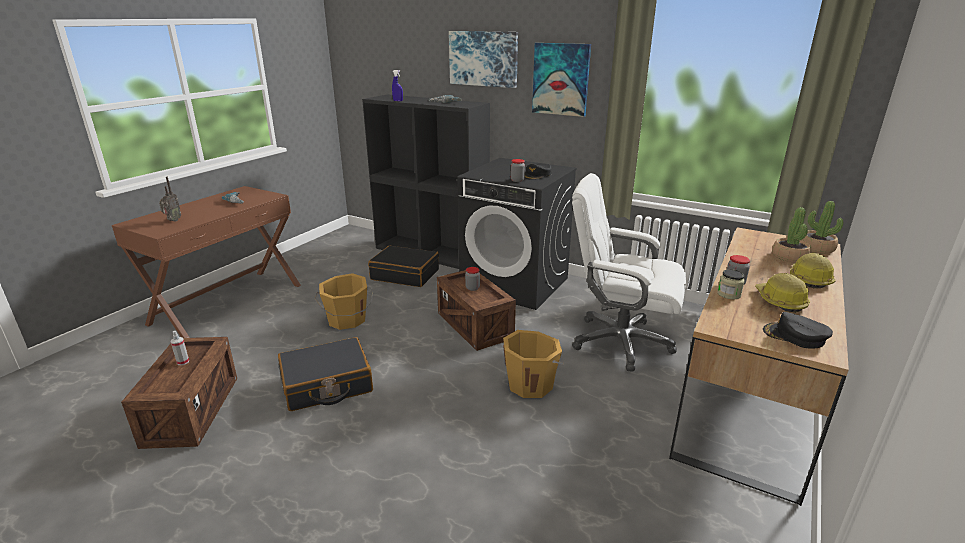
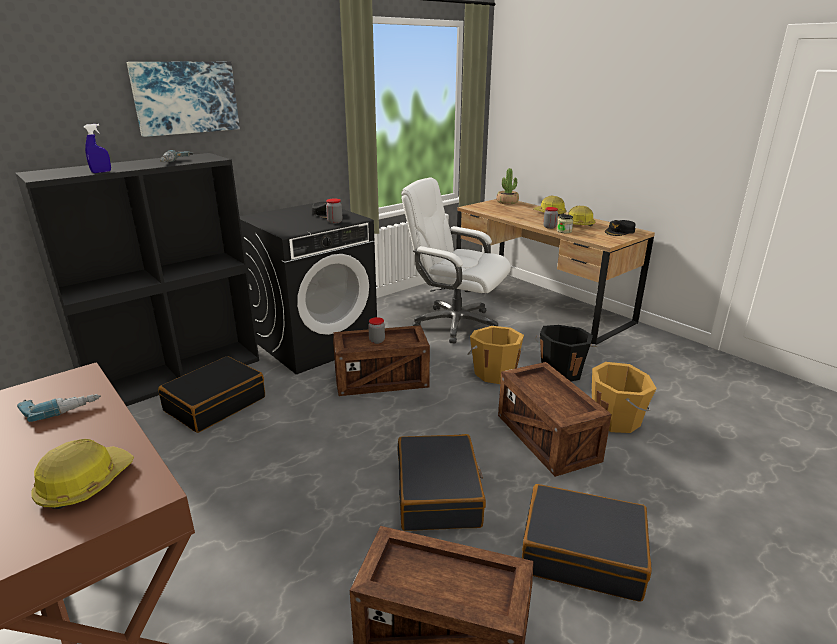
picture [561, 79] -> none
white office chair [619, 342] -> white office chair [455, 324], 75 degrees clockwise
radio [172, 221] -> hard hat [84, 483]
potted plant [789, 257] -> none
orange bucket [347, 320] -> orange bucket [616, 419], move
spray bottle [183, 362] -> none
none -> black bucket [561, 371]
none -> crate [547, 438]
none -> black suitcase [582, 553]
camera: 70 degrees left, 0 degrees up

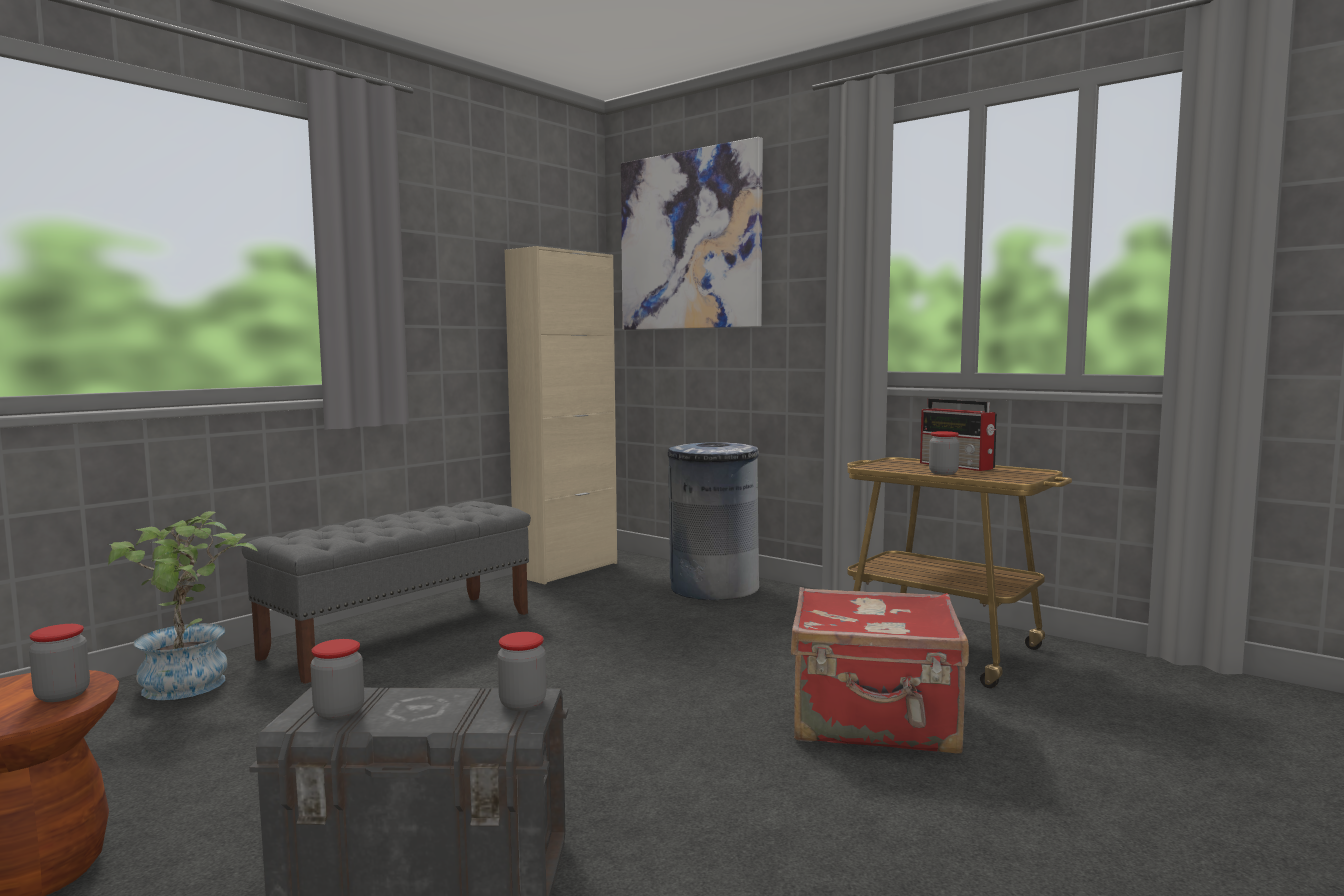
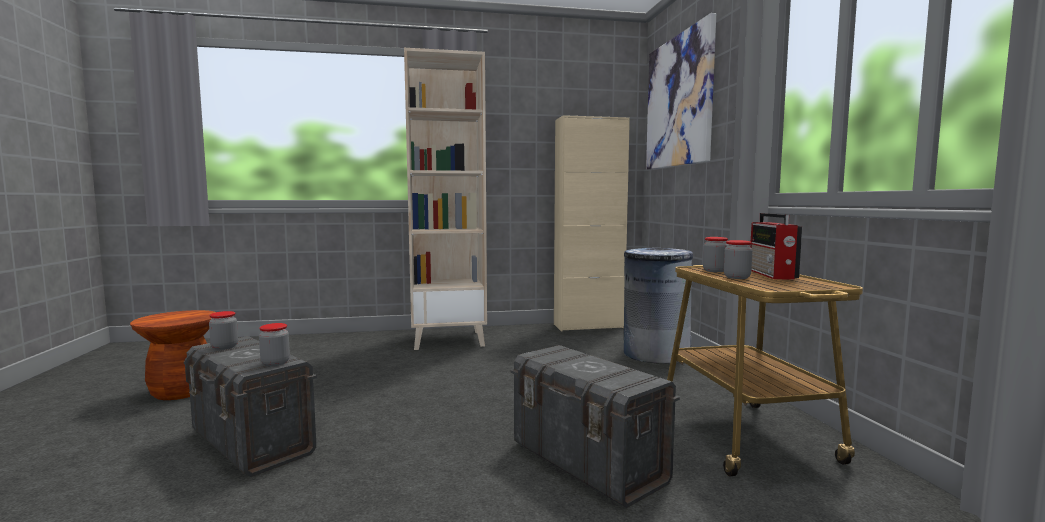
grey bench [402, 634] -> beige bookcase [449, 340]
potted plant [189, 688] -> none
red suitcase [874, 721] -> grey storage box [587, 462]
jar [62, 695] -> jar [714, 271], move
camera: 40 degrees right, 0 degrees up

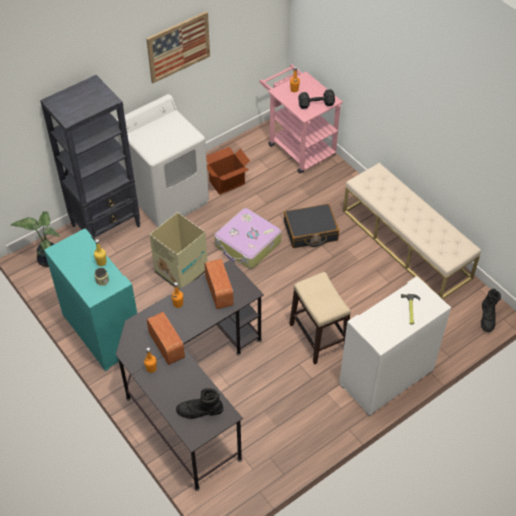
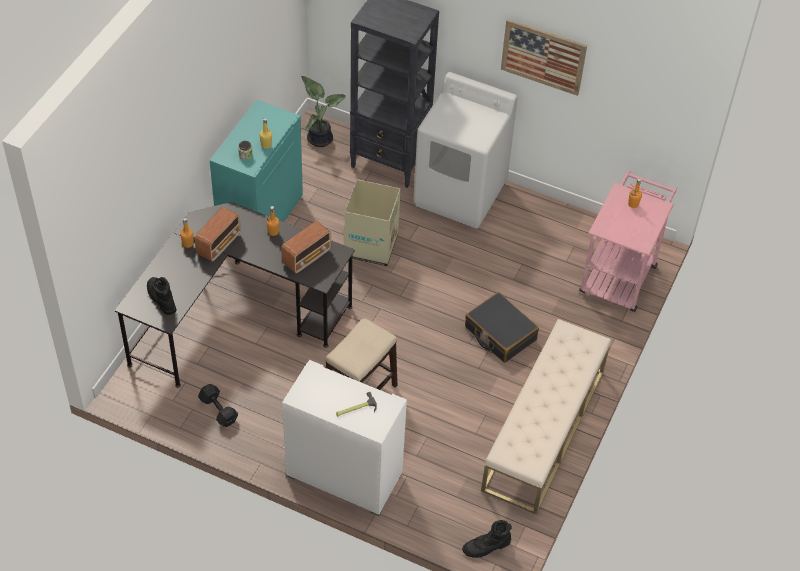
black dumbbell [315, 104] -> black dumbbell [218, 409], move
cardboard box [226, 182] -> none
suitcase [247, 244] -> none
camera: 60 degrees right, 0 degrees up

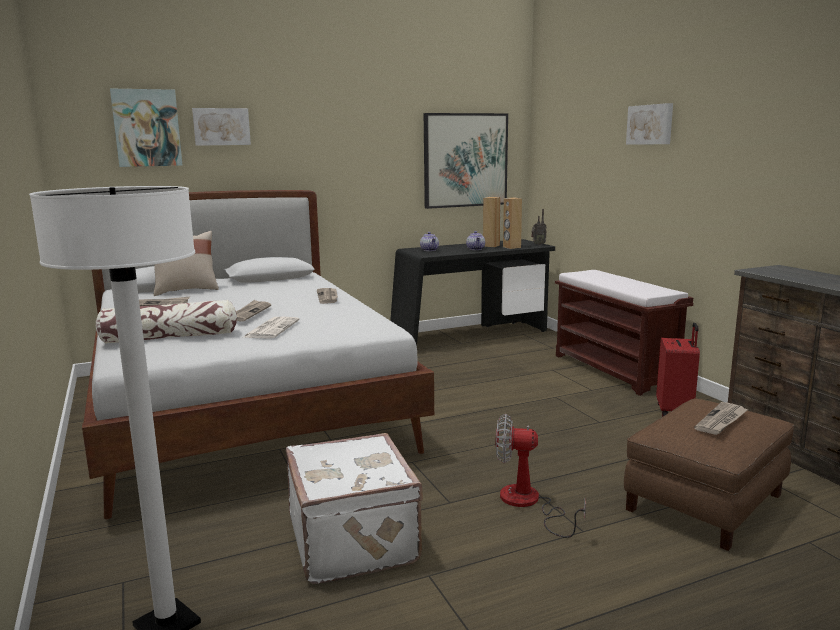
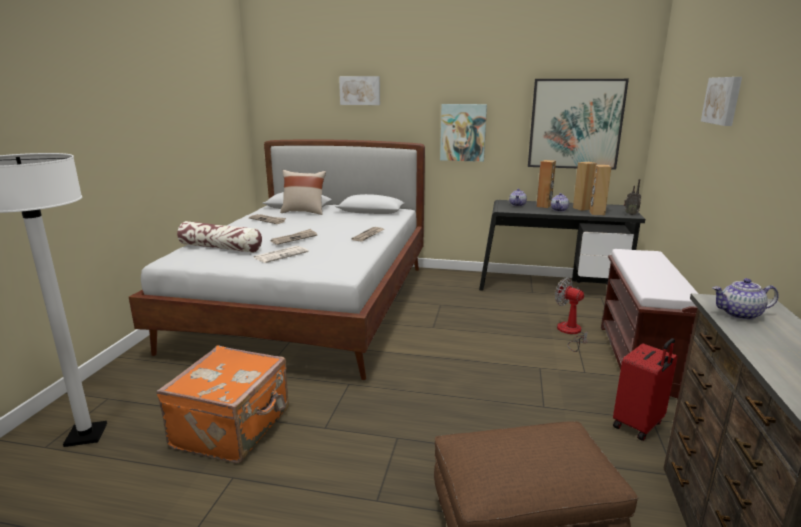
picture [147, 128] -> picture [463, 132], move
newspaper [721, 421] -> none
fan [528, 503] -> fan [570, 333], move
white suitcase [355, 540] -> orange suitcase [234, 428]
none -> brown speaker [544, 206]
none -> teapot [739, 314]
camera: 35 degrees right, 5 degrees up

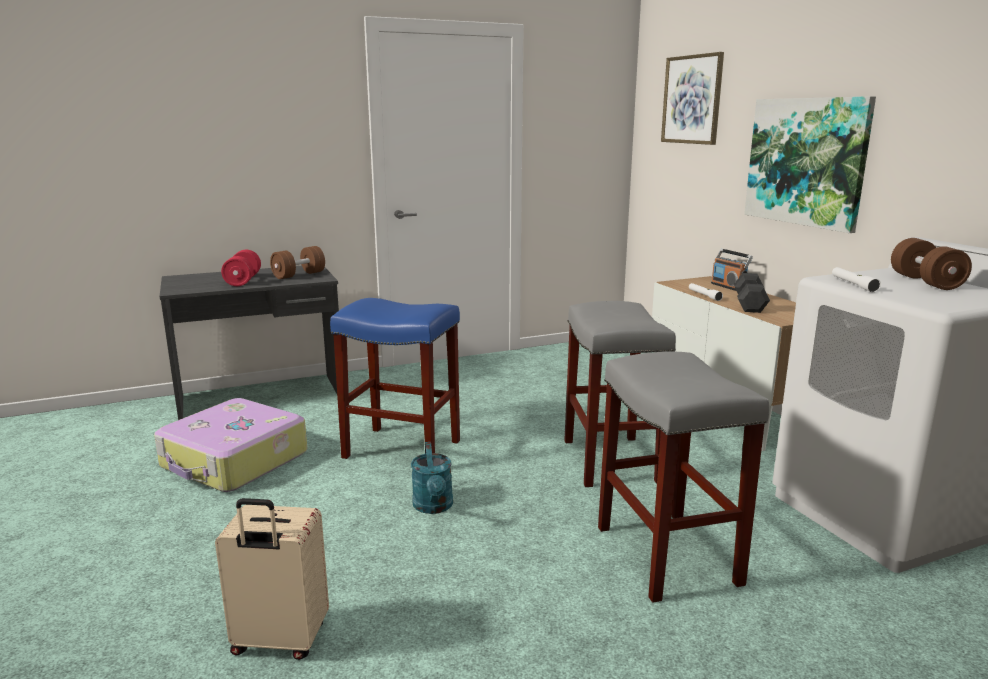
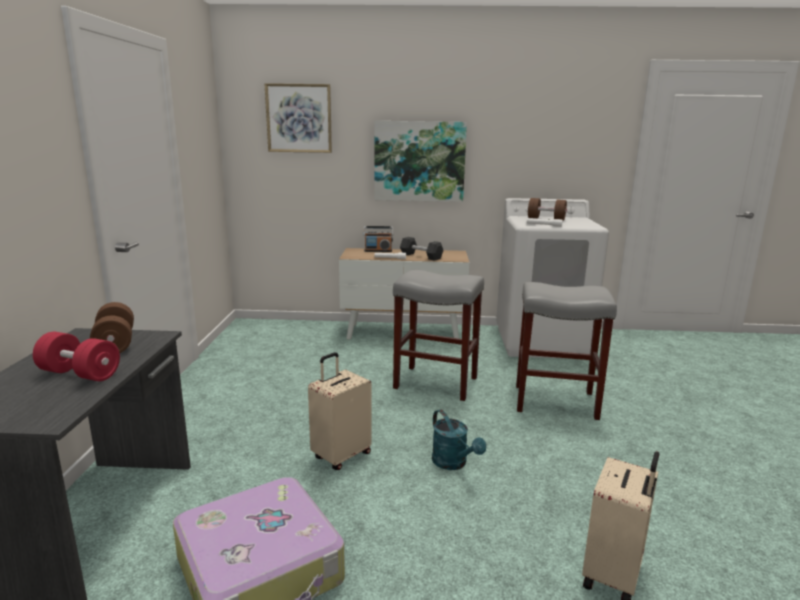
blue stool [404, 449] -> beige suitcase [341, 455]
turquoise watering can [434, 507] -> turquoise watering can [453, 463], 45 degrees clockwise
camera: 65 degrees left, 0 degrees up

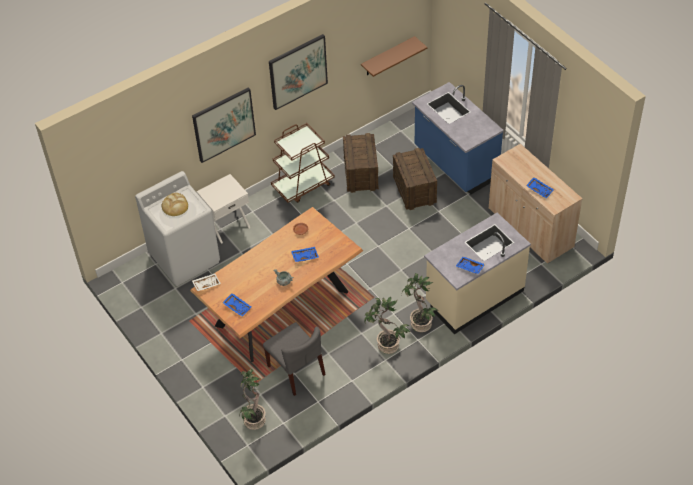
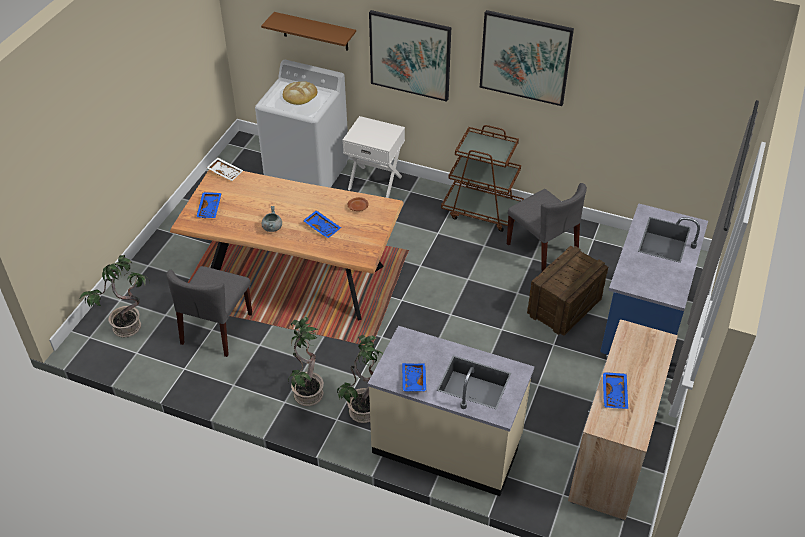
brown shelf [388, 57] -> brown shelf [315, 31], move
crate [361, 174] -> grey chair [542, 249]
camera: 55 degrees right, 5 degrees down

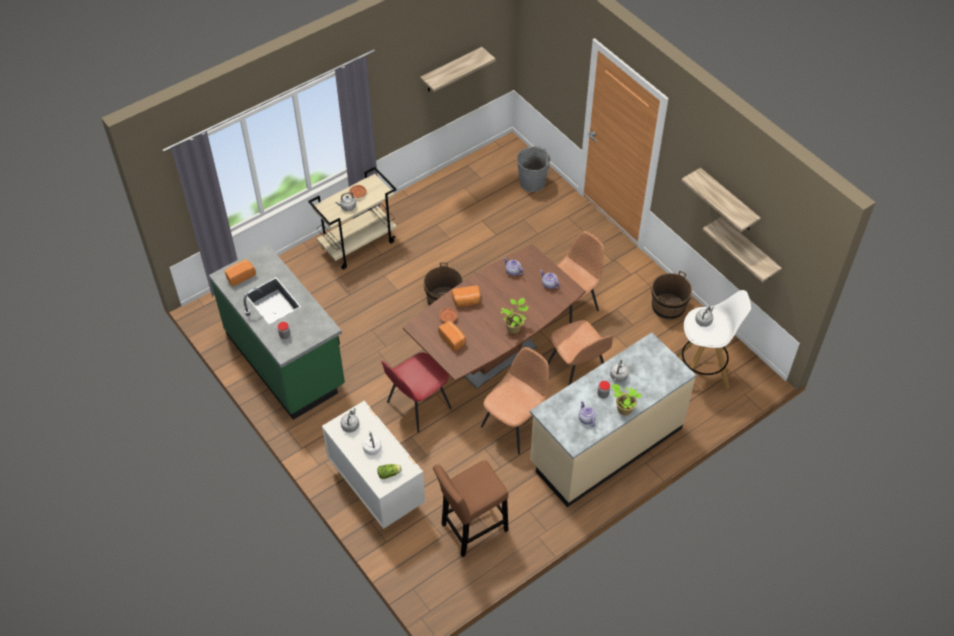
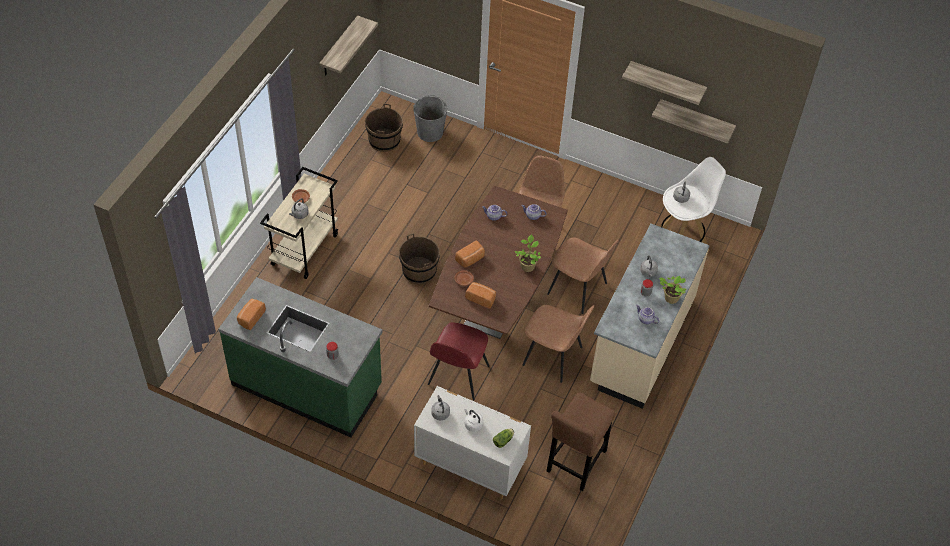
brown bucket [668, 307] -> brown bucket [384, 140], move
brown chair [515, 425] -> brown chair [554, 357], 105 degrees clockwise
camera: 30 degrees left, 0 degrees up

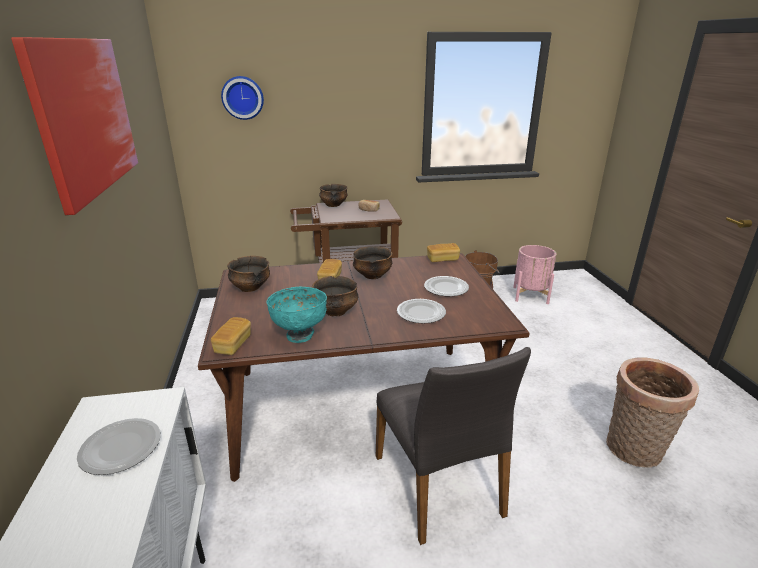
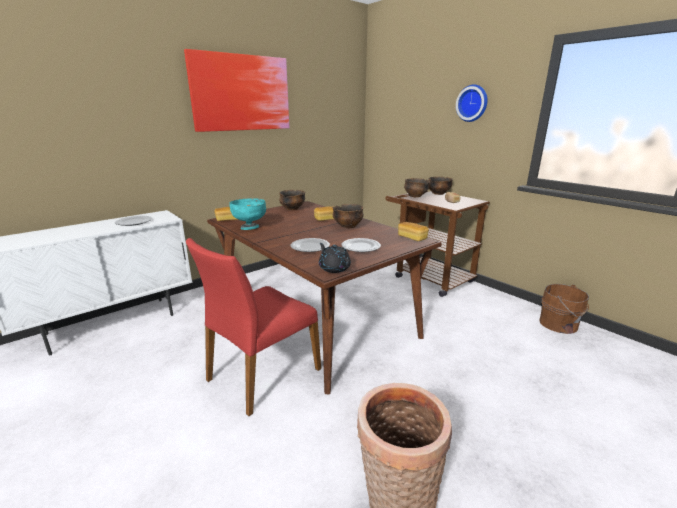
wall clock [242, 97] -> wall clock [473, 103], move
pink planter [530, 295] -> none
bowl [336, 311] -> bowl [415, 196], move
grey chair [440, 485] -> red chair [262, 374]
none -> black teapot [334, 268]
camera: 60 degrees right, 5 degrees down

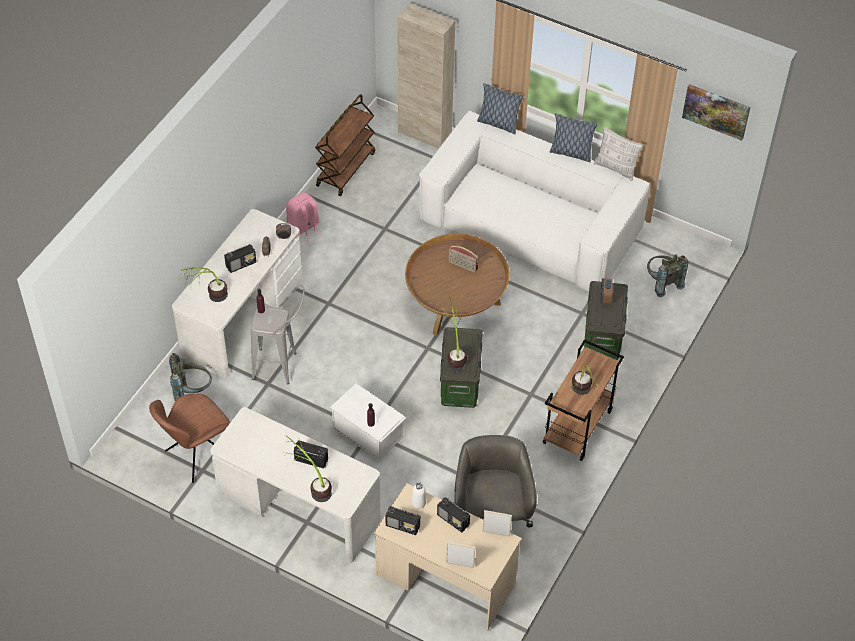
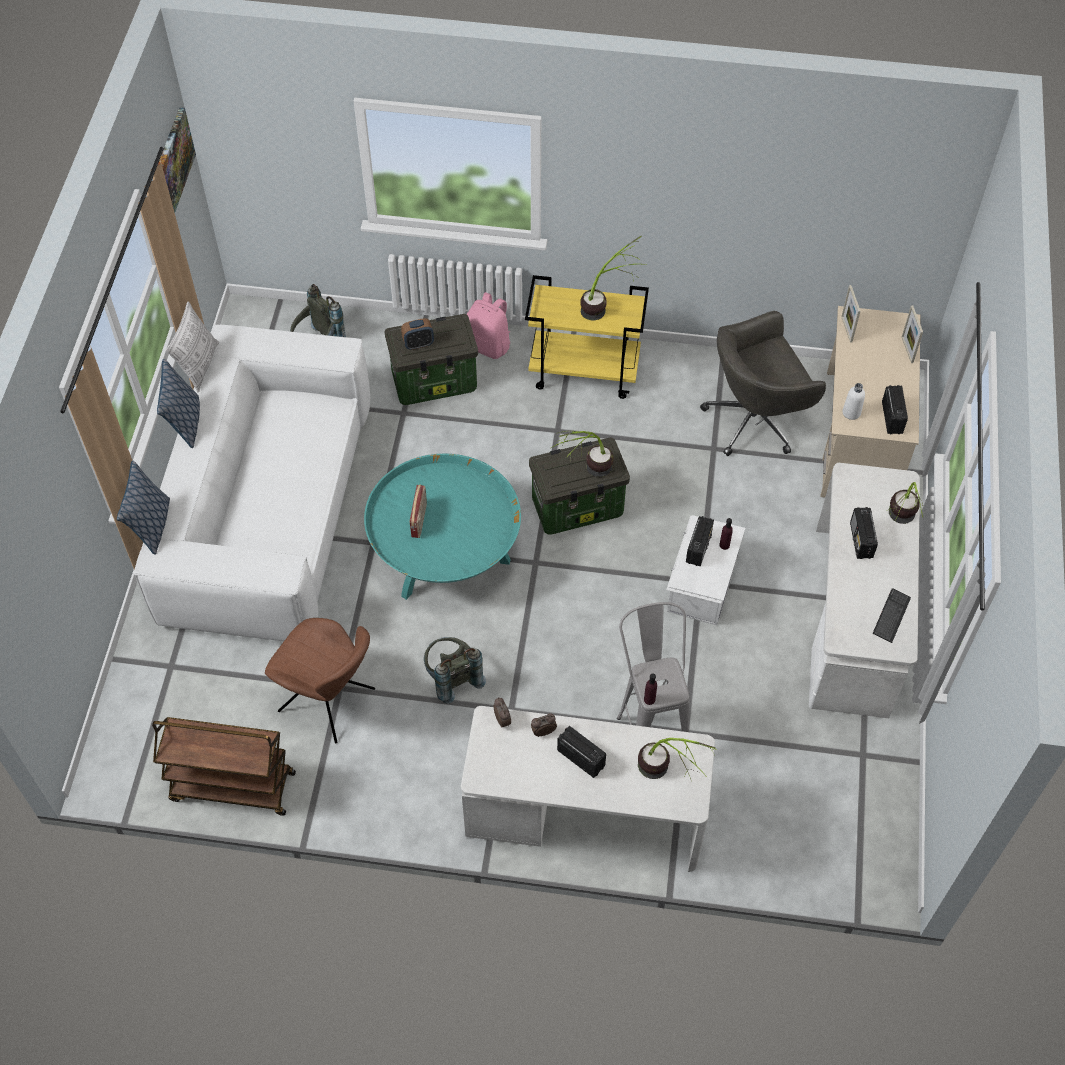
beige cabinet [424, 134] -> none
pink backpack [304, 228] -> pink backpack [489, 345], move
brown coffee table [456, 304] -> turquoise coffee table [445, 554]
brown cart [577, 428] -> yellow cart [585, 372]
grey backpack [192, 391] -> grey backpack [452, 678], move
brown chair [196, 455] -> brown chair [330, 702], move
radio [453, 520] -> radio [698, 548], move
none -> keyboard [891, 616]
camera: 110 degrees left, 5 degrees up

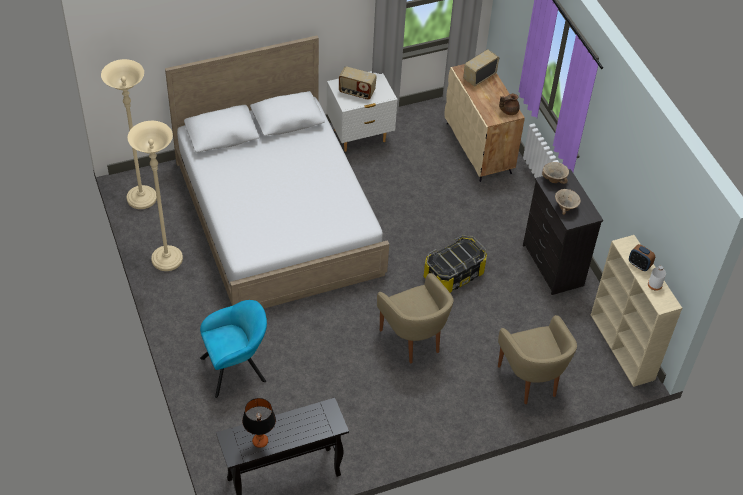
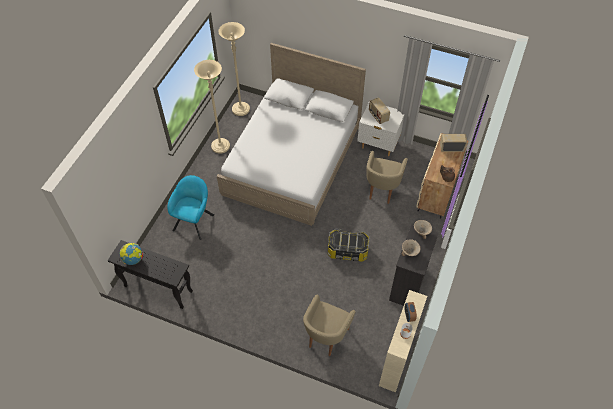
beige armchair [413, 340] -> beige armchair [382, 190], move
turquoise armchair [236, 368] -> turquoise armchair [194, 220], 90 degrees counterclockwise
table lamp [260, 441] -> globe [133, 259]
camera: 45 degrees right, 5 degrees up

